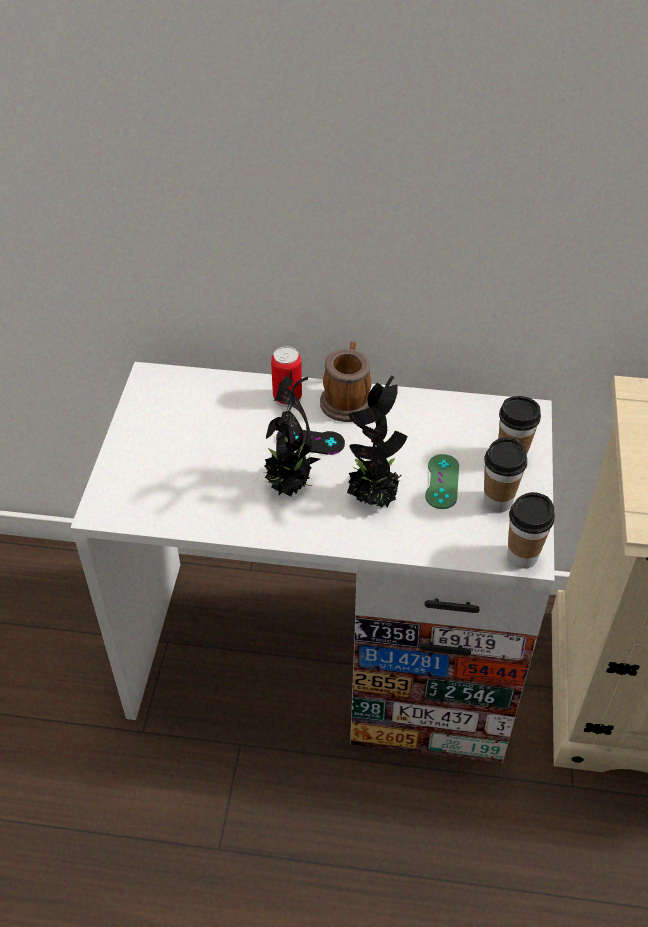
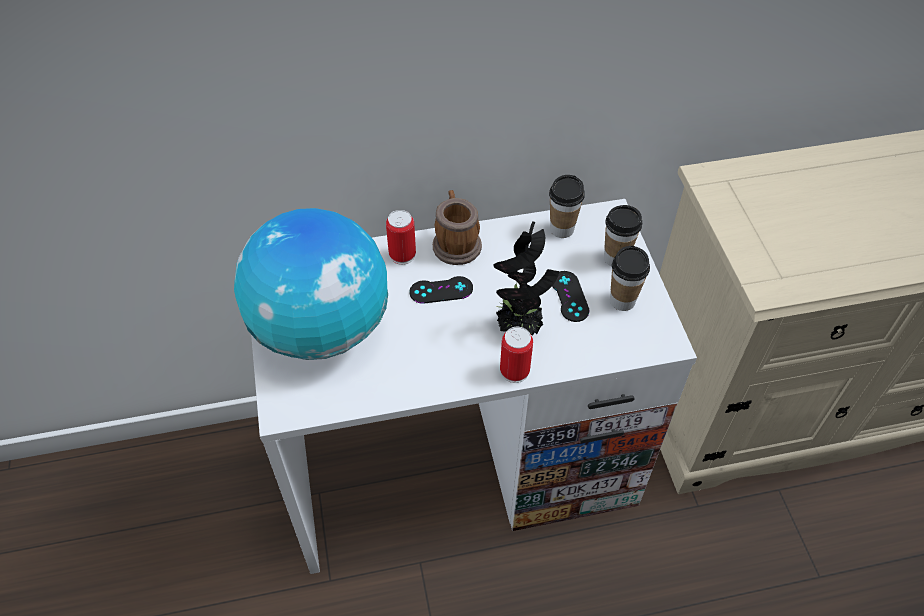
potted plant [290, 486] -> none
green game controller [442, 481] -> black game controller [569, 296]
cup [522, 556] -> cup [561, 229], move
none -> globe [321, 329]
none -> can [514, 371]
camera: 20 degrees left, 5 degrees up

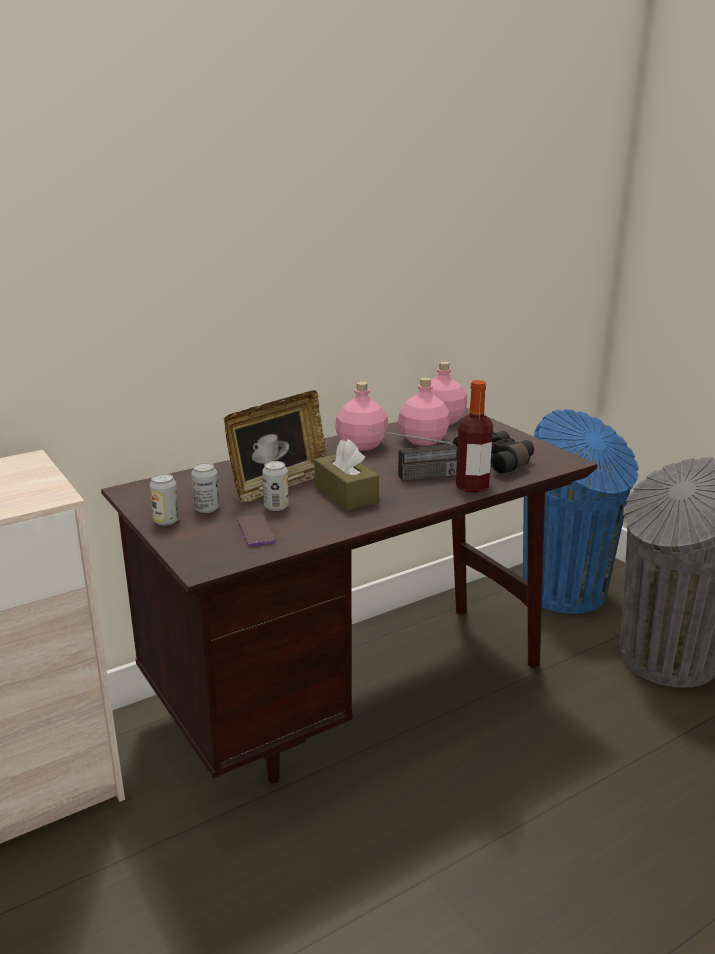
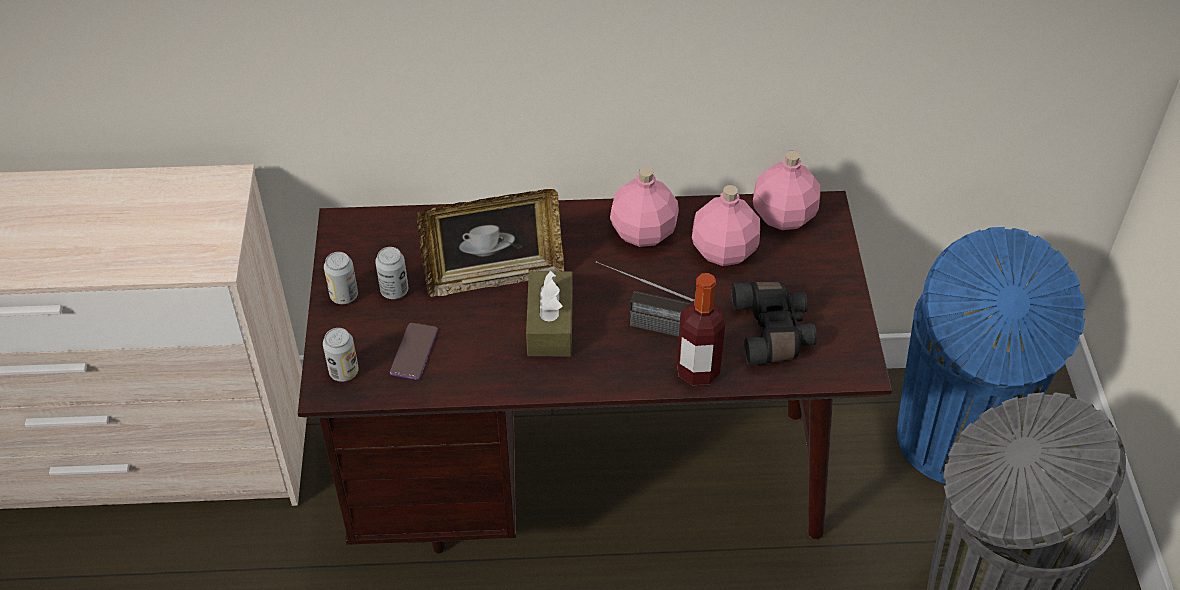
can [276, 507] -> can [344, 372], move
camera: 30 degrees right, 25 degrees up

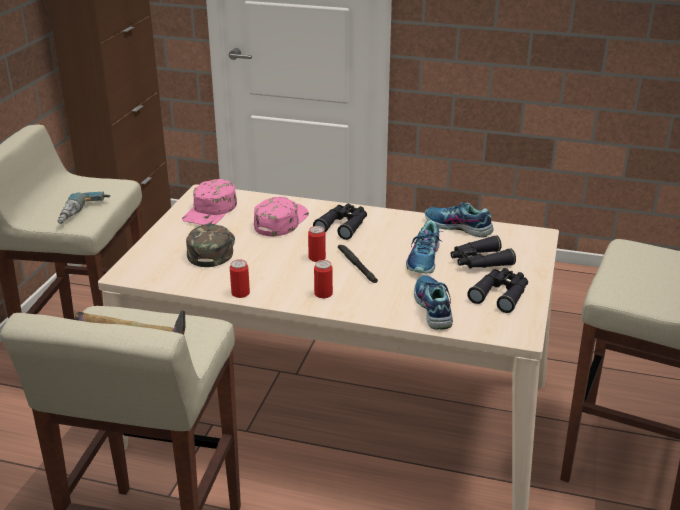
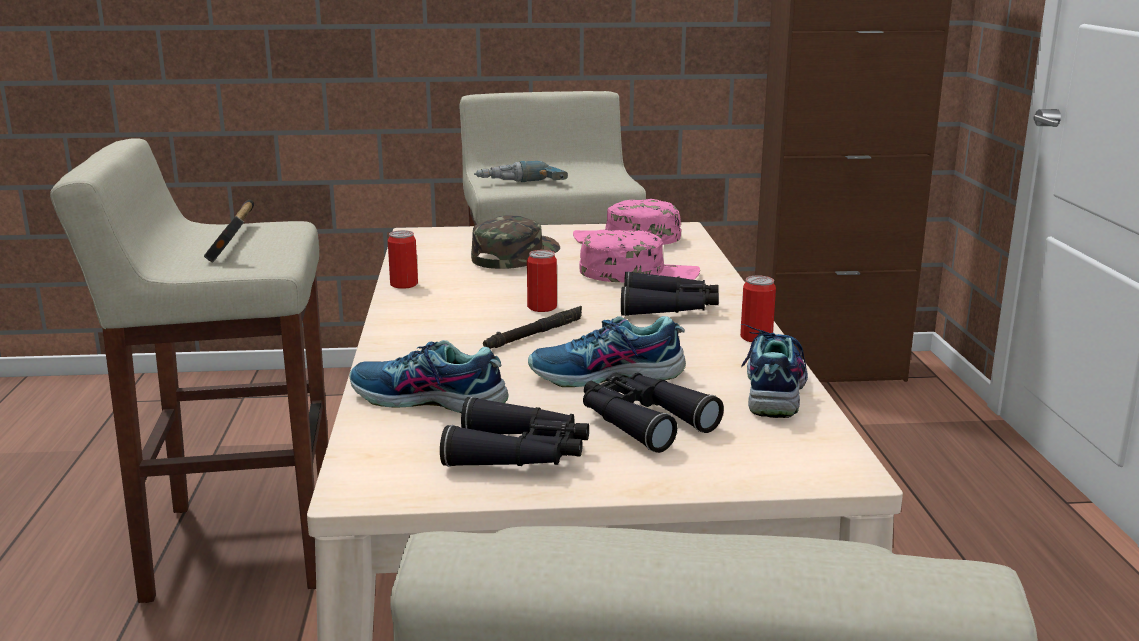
green cap [211, 249] -> green cap [515, 255], 45 degrees counterclockwise
can [323, 294] -> can [756, 337], move
shoe [432, 308] -> shoe [428, 400], 135 degrees counterclockwise
camera: 70 degrees right, 10 degrees down

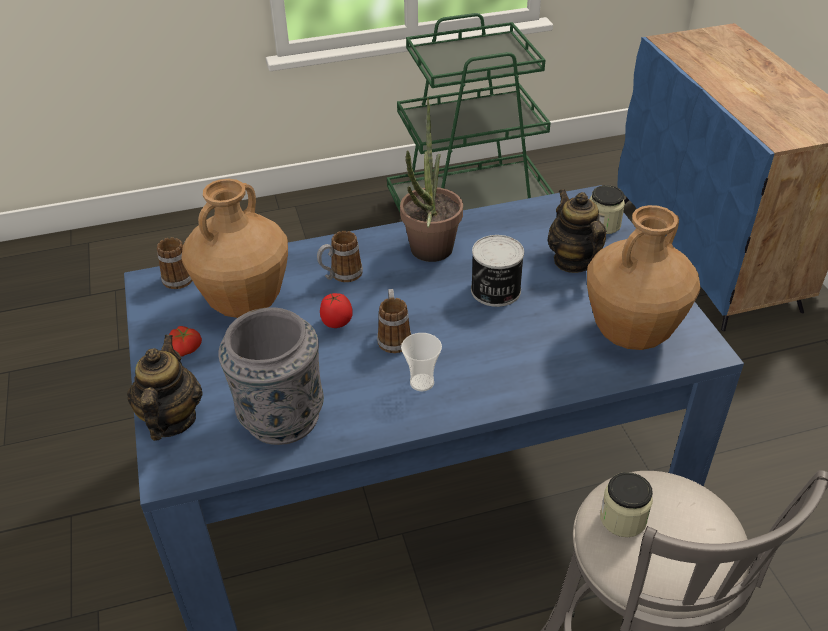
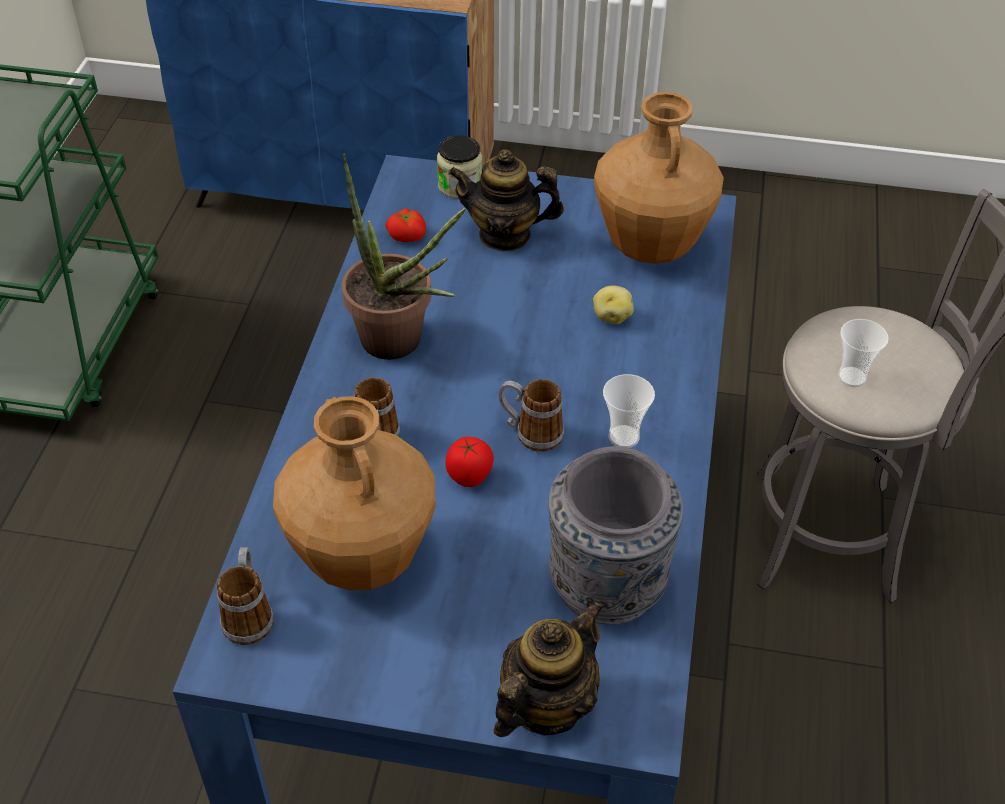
can [495, 291] -> none
tomato [187, 349] -> tomato [407, 235], move
teapot [171, 420] -> teapot [545, 705], 105 degrees clockwise
jar [623, 518] -> cup [852, 377]
none -> potato [612, 316]
camera: 65 degrees left, 5 degrees up

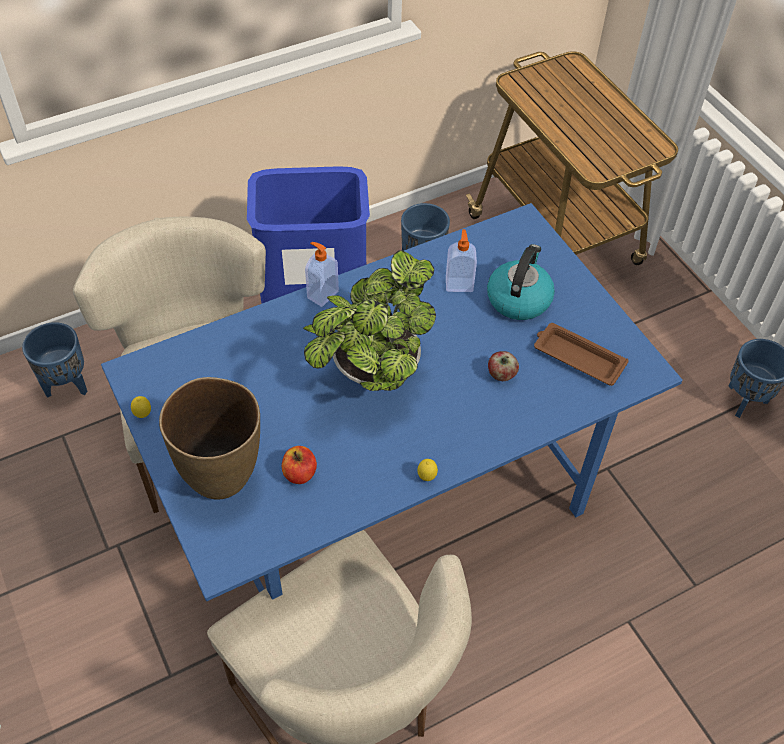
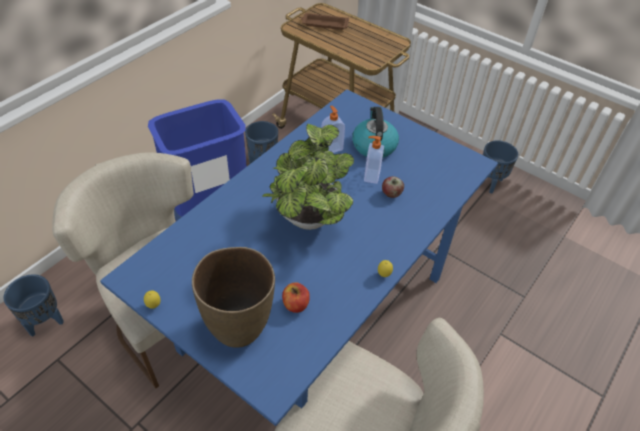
soap dispenser [322, 294] -> soap dispenser [371, 176], move
brown tray [577, 357] -> brown tray [324, 24], move
camera: 25 degrees left, 5 degrees down

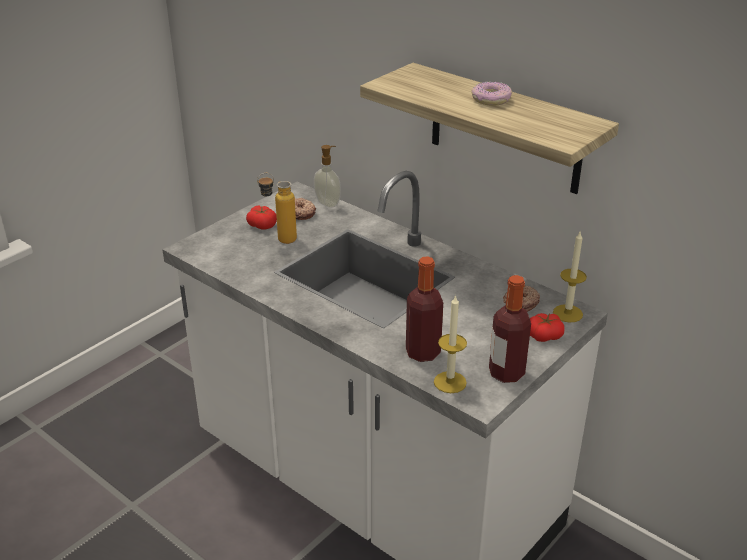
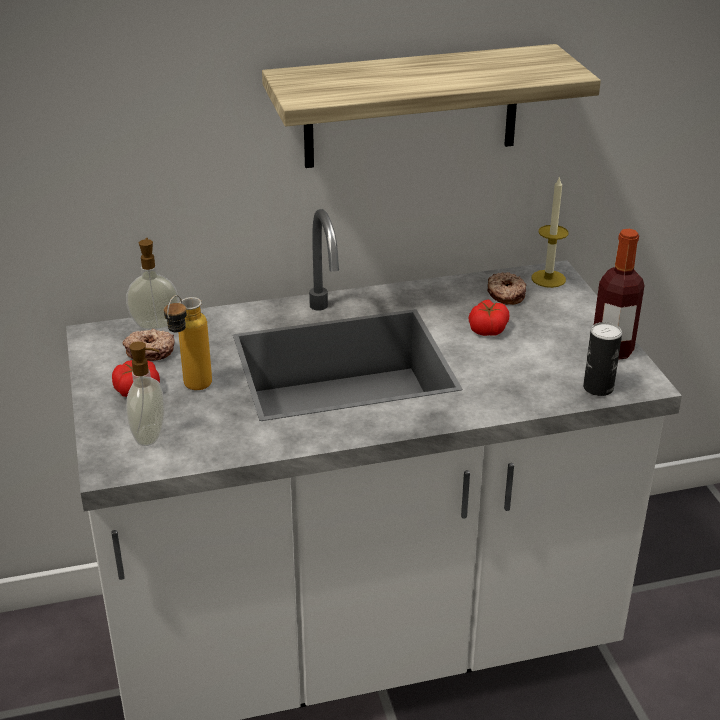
donut [491, 100] -> none
bottle [423, 352] -> none
candle [450, 382] -> can [598, 388]
tomato [544, 335] -> tomato [487, 328], move
none -> soap dispenser [151, 435]
camera: 55 degrees left, 0 degrees up

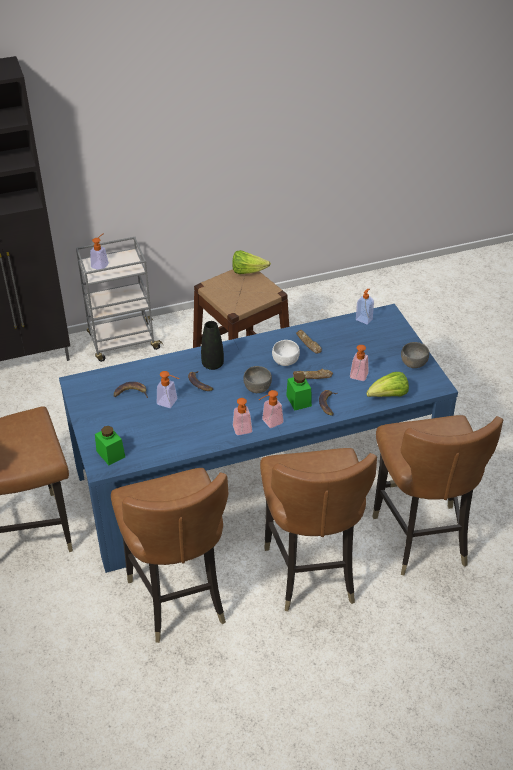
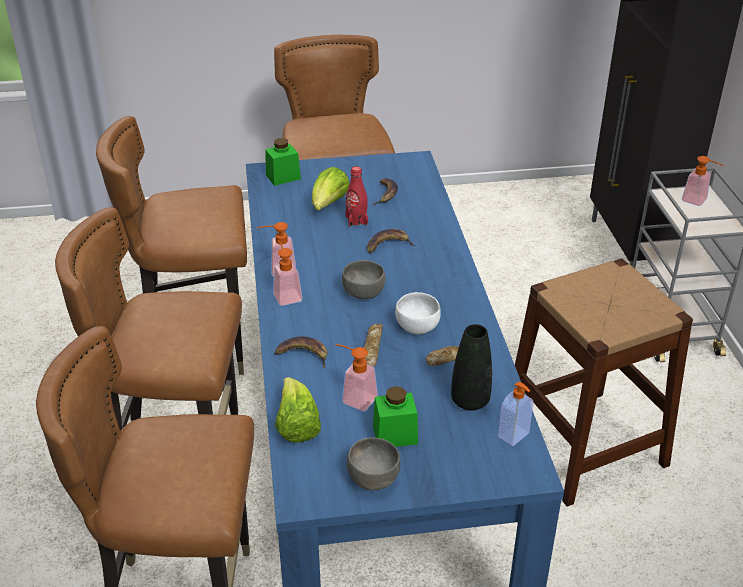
lettuce [248, 271] -> lettuce [328, 205], move
black vase [212, 365] -> black vase [470, 401], move
soap dispenser [170, 403] -> red bottle [356, 220]
green jar [298, 401] -> green jar [395, 435], move
camera: 100 degrees right, 5 degrees down

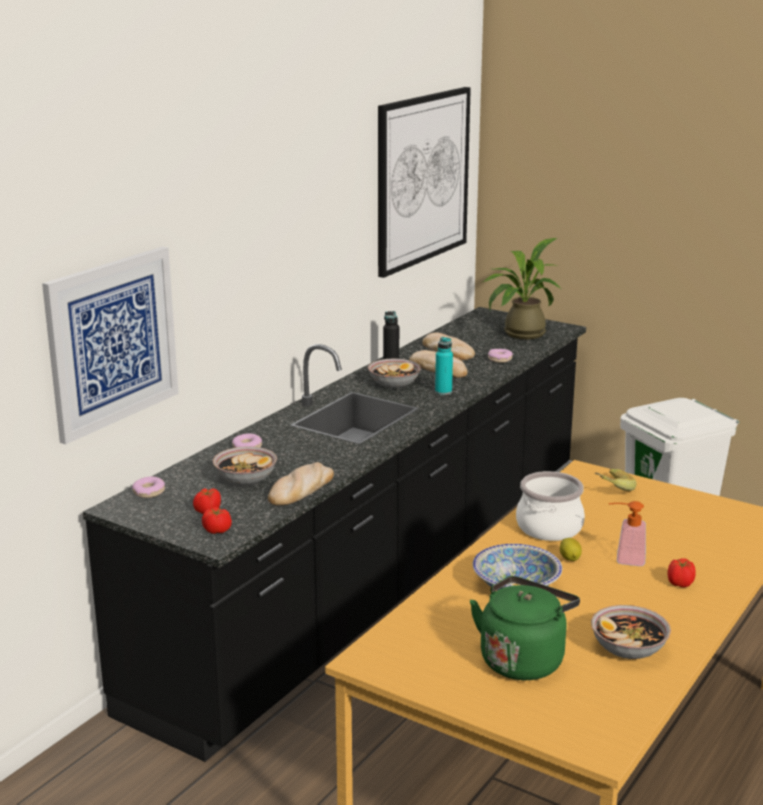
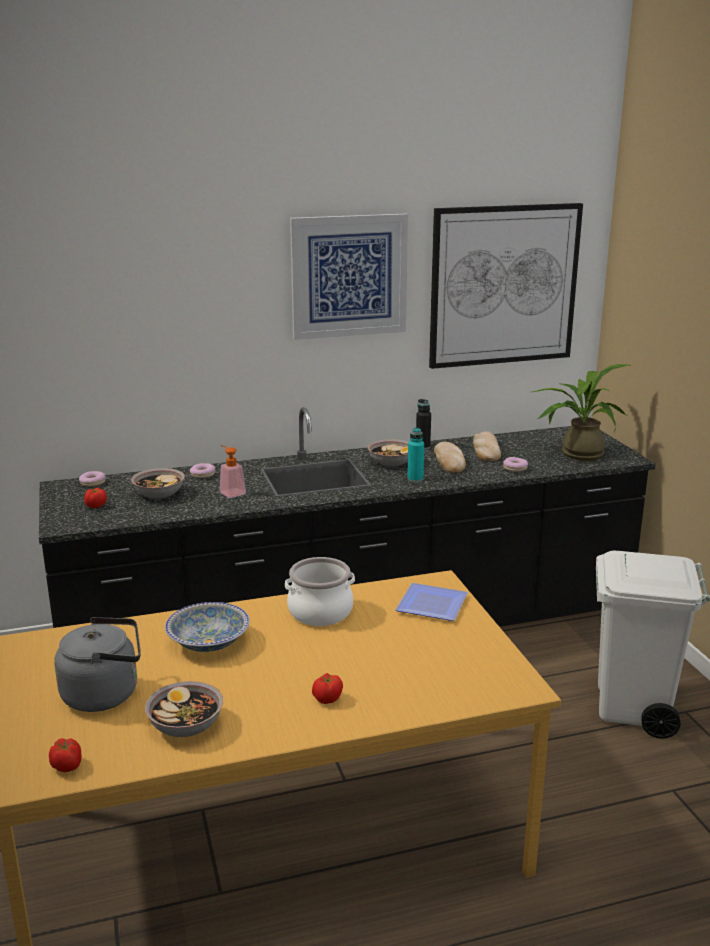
picture [112, 341] -> picture [349, 276], move
bread [301, 489] -> none
banana [610, 489] -> plate [430, 603]
soap dispenser [624, 559] -> soap dispenser [230, 492], move
tomato [217, 531] -> tomato [67, 766], move
lemon [570, 558] -> none
green kettle [523, 659] -> grey kettle [105, 693]
camera: 40 degrees right, 0 degrees up

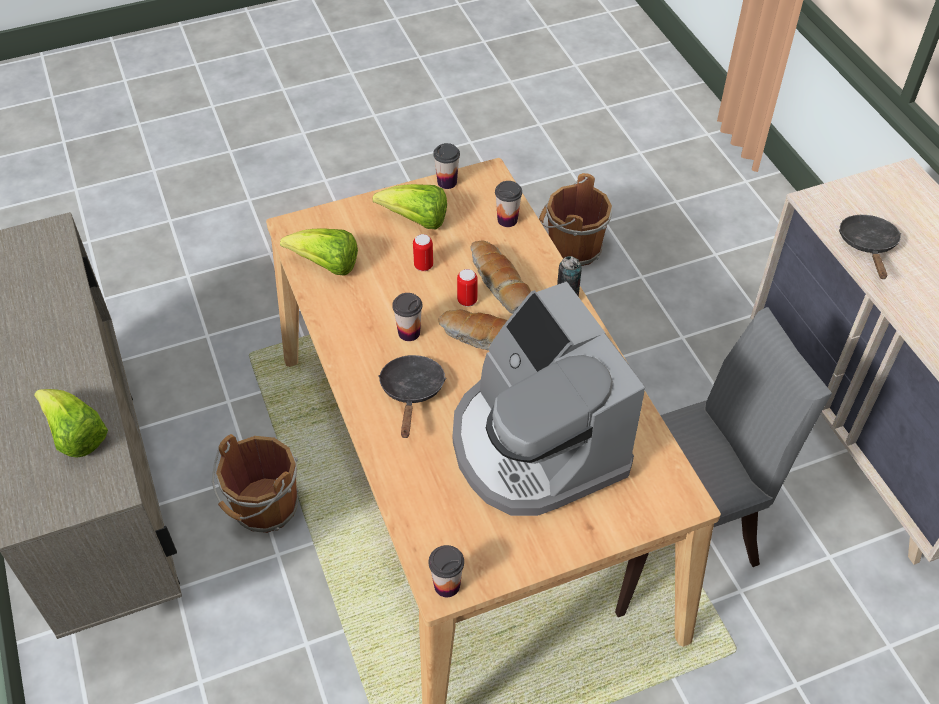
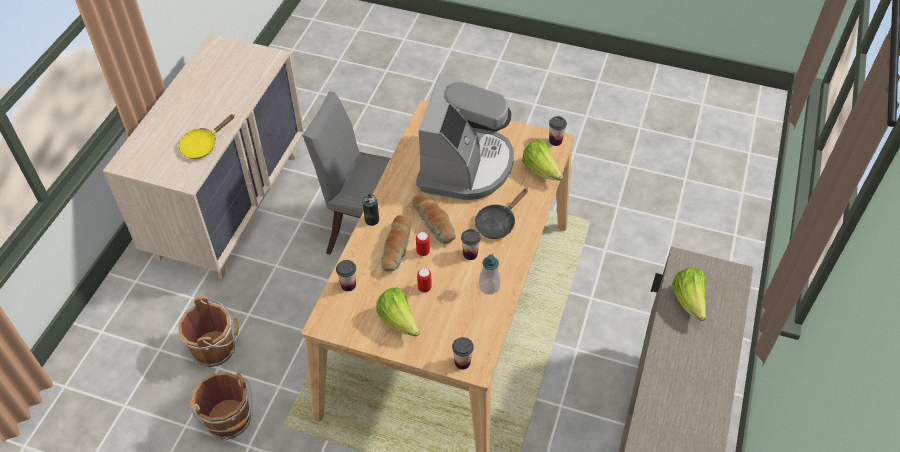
cup [447, 182] -> cup [462, 362], move
black frying pan [868, 246] -> yellow frying pan [203, 145]
lettuce [326, 265] -> lettuce [541, 170], move
brown bucket [264, 508] -> brown bucket [216, 348], move
none -> soap dispenser [489, 286]
camera: 140 degrees left, 0 degrees up

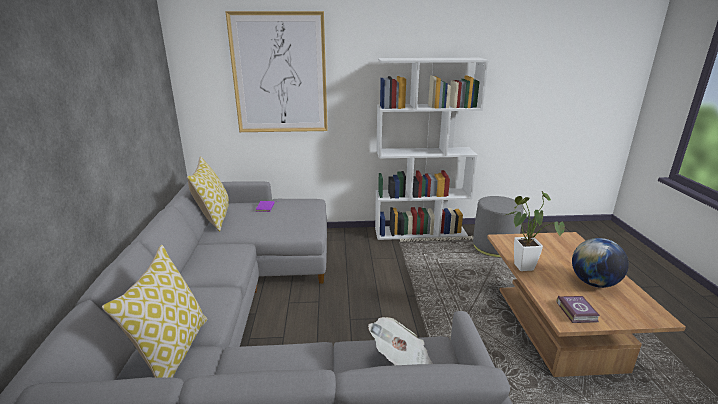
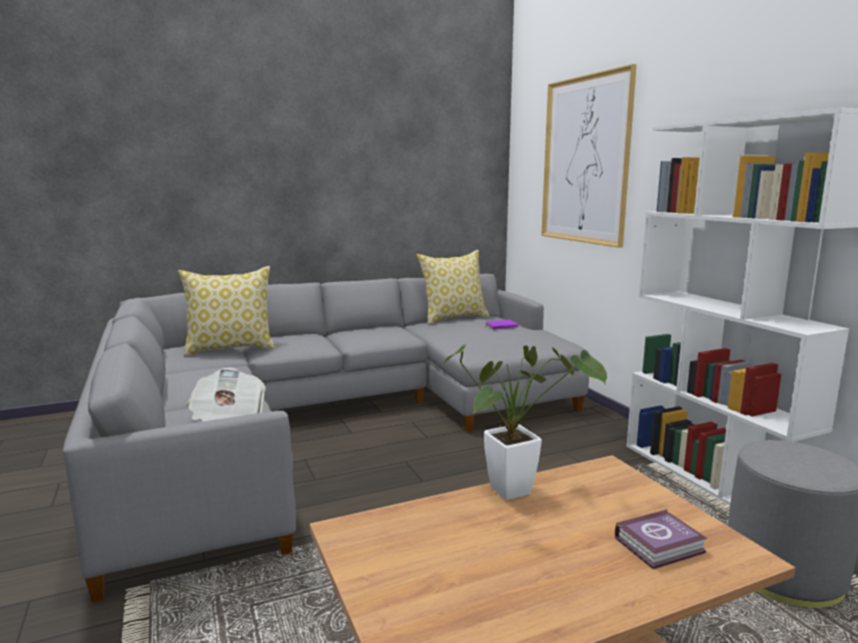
globe [593, 283] -> none
book [576, 311] -> book [662, 545], move
camera: 70 degrees right, 10 degrees down

